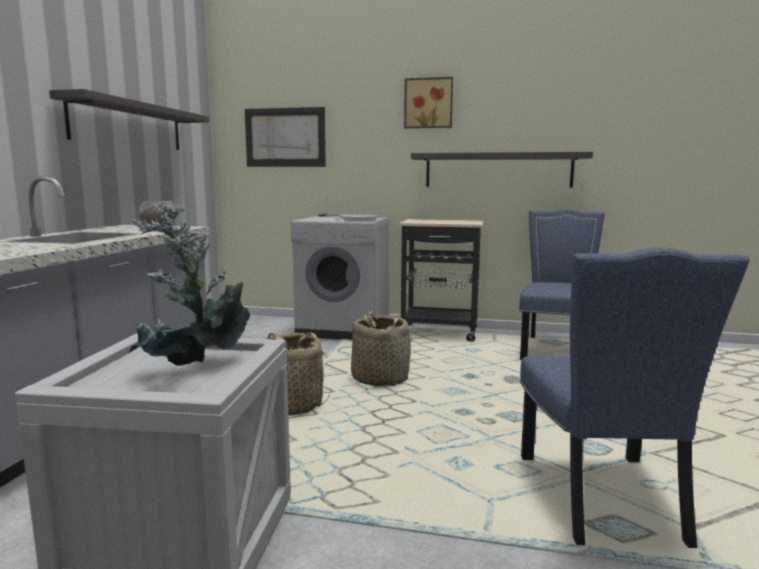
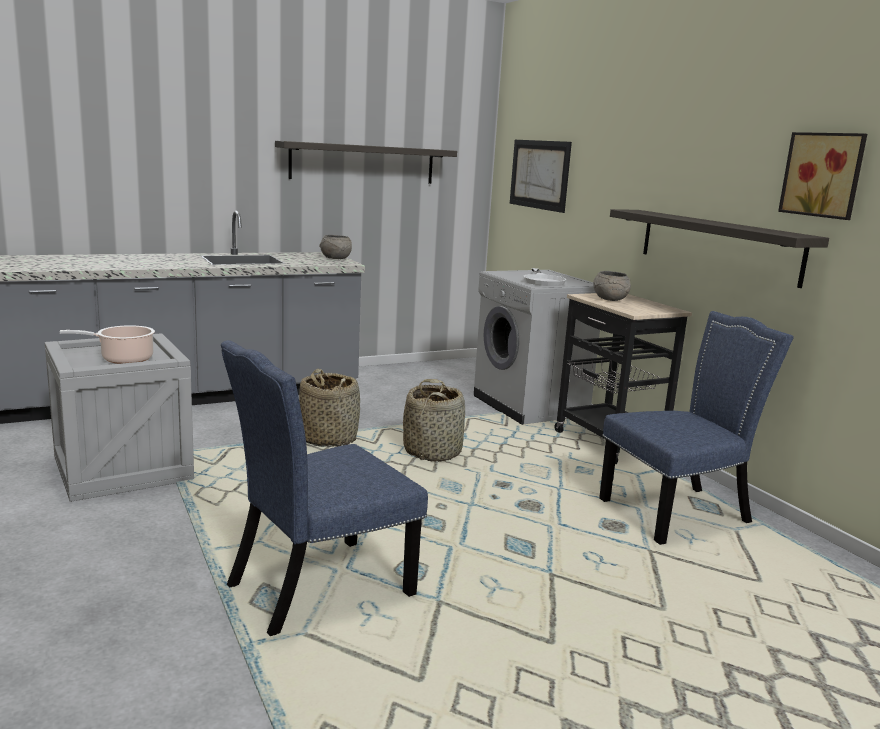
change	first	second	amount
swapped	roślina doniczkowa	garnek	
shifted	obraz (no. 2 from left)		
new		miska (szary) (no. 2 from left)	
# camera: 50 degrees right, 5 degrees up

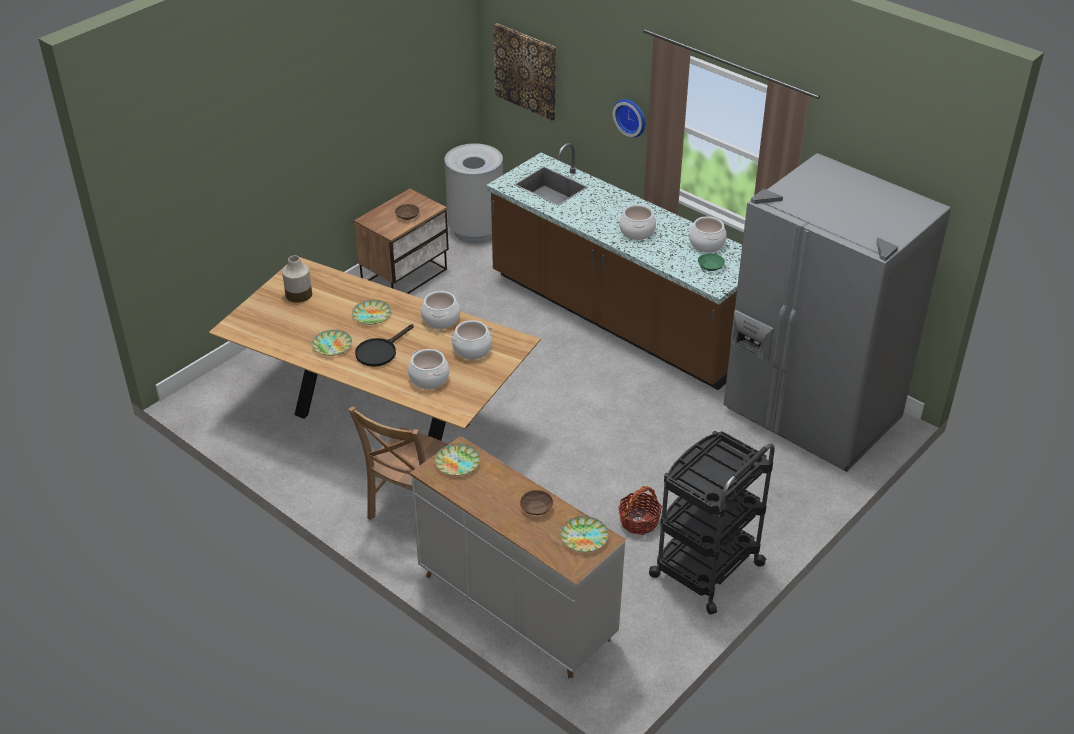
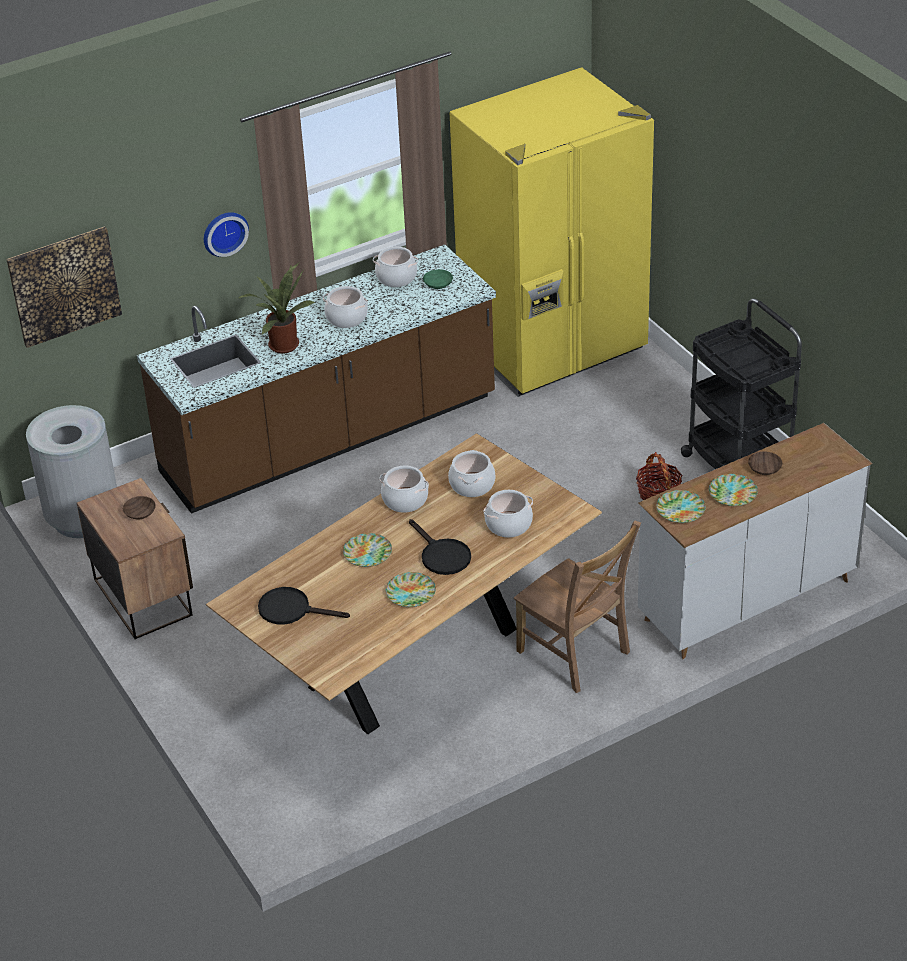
change	first	second	amount
swapped	wazon (beżowy)	patelnia (czarny) (no. 1 from left)	
shifted	talerz (no. 4 from left)		
repainted	lodówka (szary)	lodówka (żółty)	
new		roślina doniczkowa	
# camera: 70 degrees left, 0 degrees up

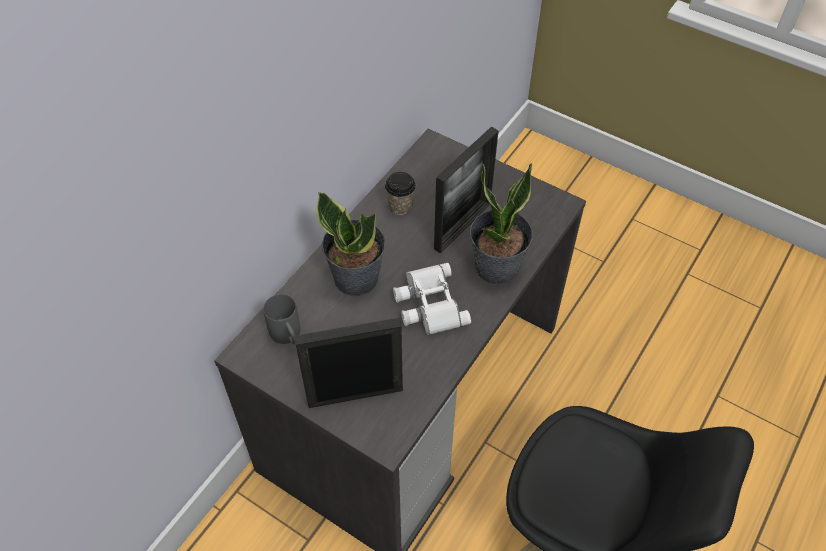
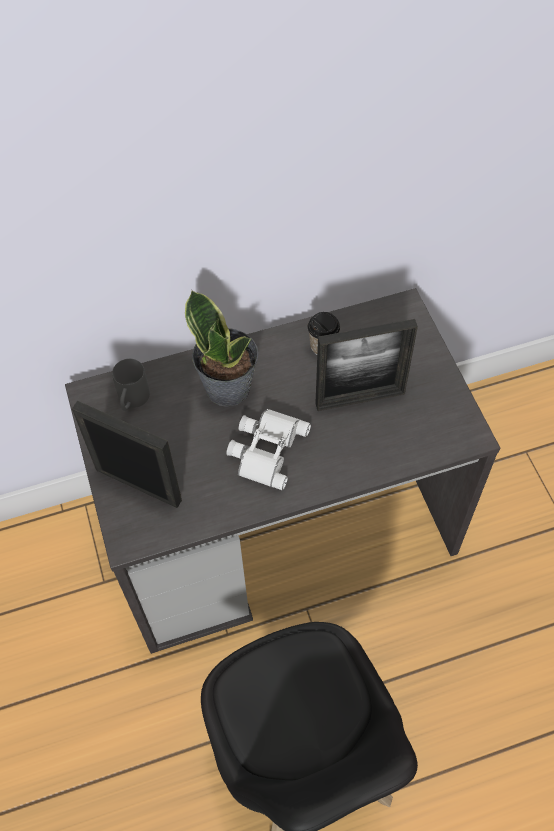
change	first	second	amount
gone	roślina doniczkowa (no. 2 from left)		
# camera: 40 degrees right, 5 degrees up

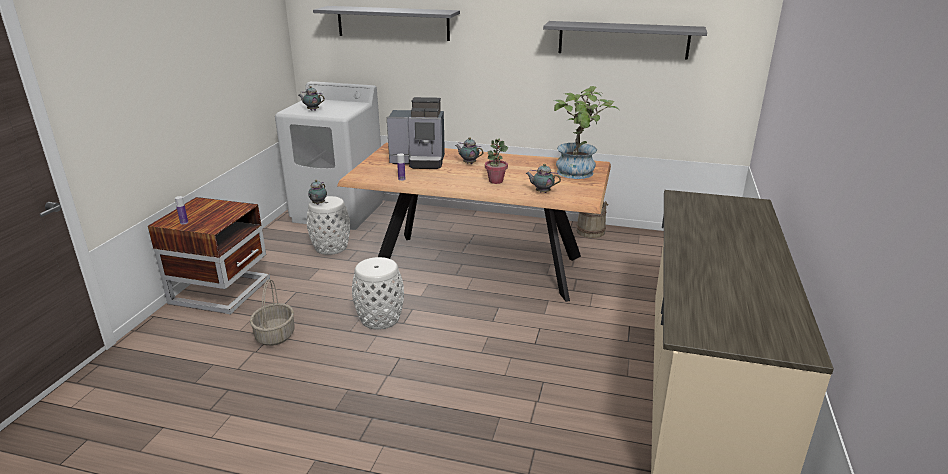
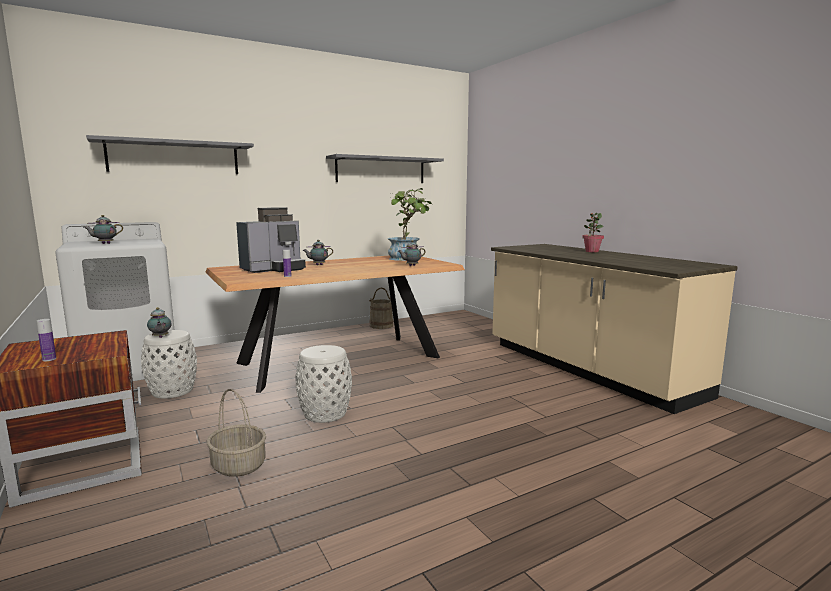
change	first	second	amount
shifted	roślina doniczkowa (no. 1 from left in the first image)	roślina doniczkowa (no. 2 from left)	
# camera: 45 degrees left, 15 degrees down

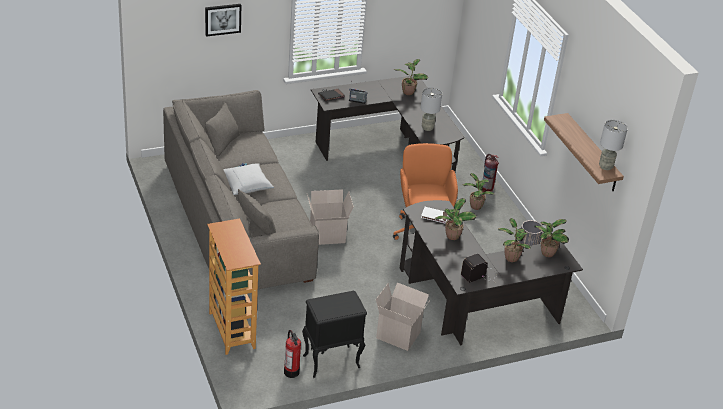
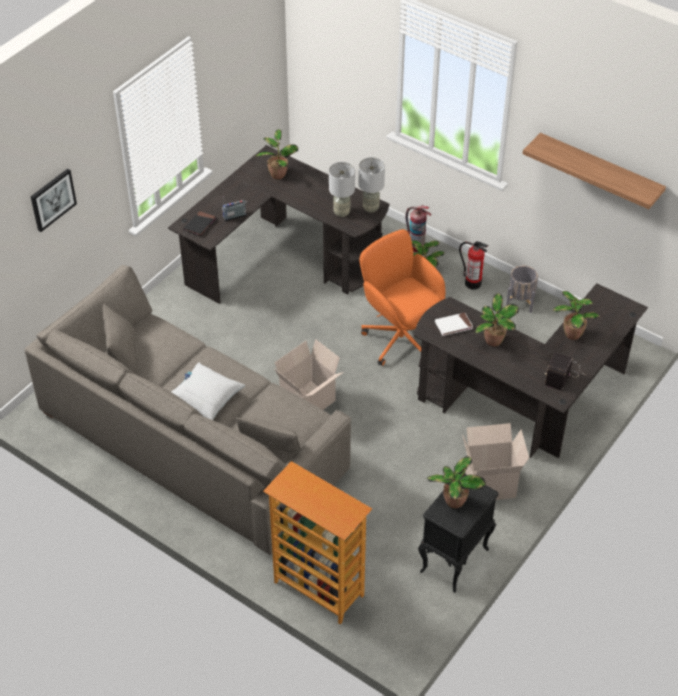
change	first	second	amount
shifted	gaśnica (no. 1 from left in the first image)	gaśnica (no. 2 from left)	
shifted	roślina doniczkowa (no. 5 from left in the first image)	roślina doniczkowa (no. 3 from left)	
shifted	lampa stołowa (szary) (no. 2 from left)		
# camera: 30 degrees left, 10 degrees up

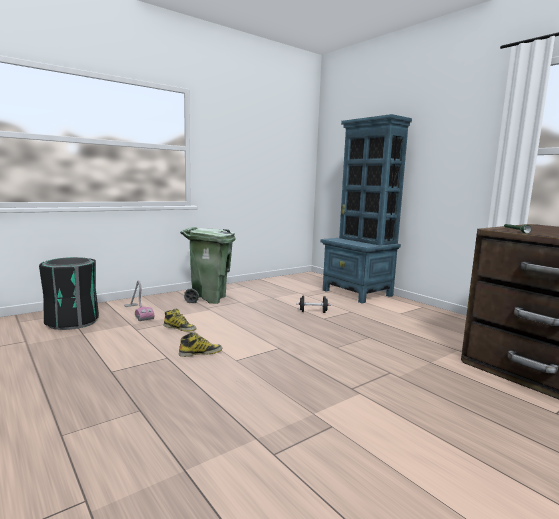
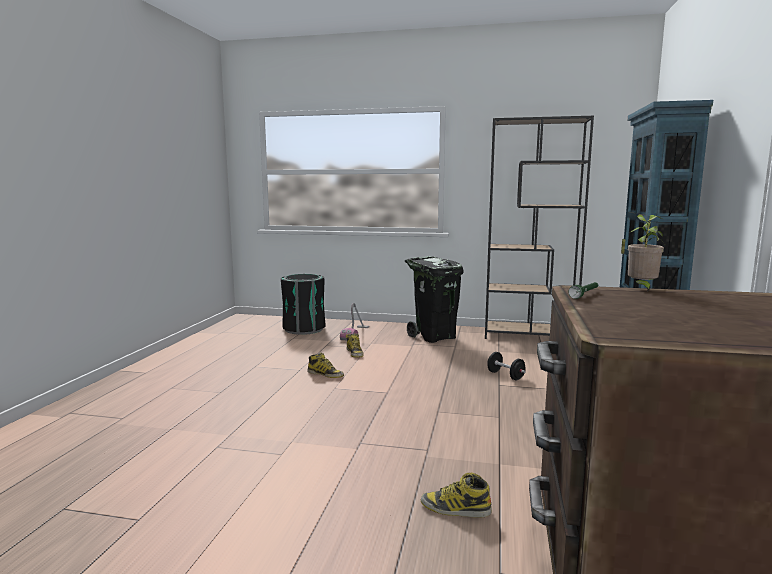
change	first	second	amount
repainted	kosz na śmieci (zielony)	kosz na śmieci (czarny) (no. 2 from left)	
new		but z cholewką (no. 3 from left)	
new		regał	
new		roślina doniczkowa	
# camera: 50 degrees right, 0 degrees up

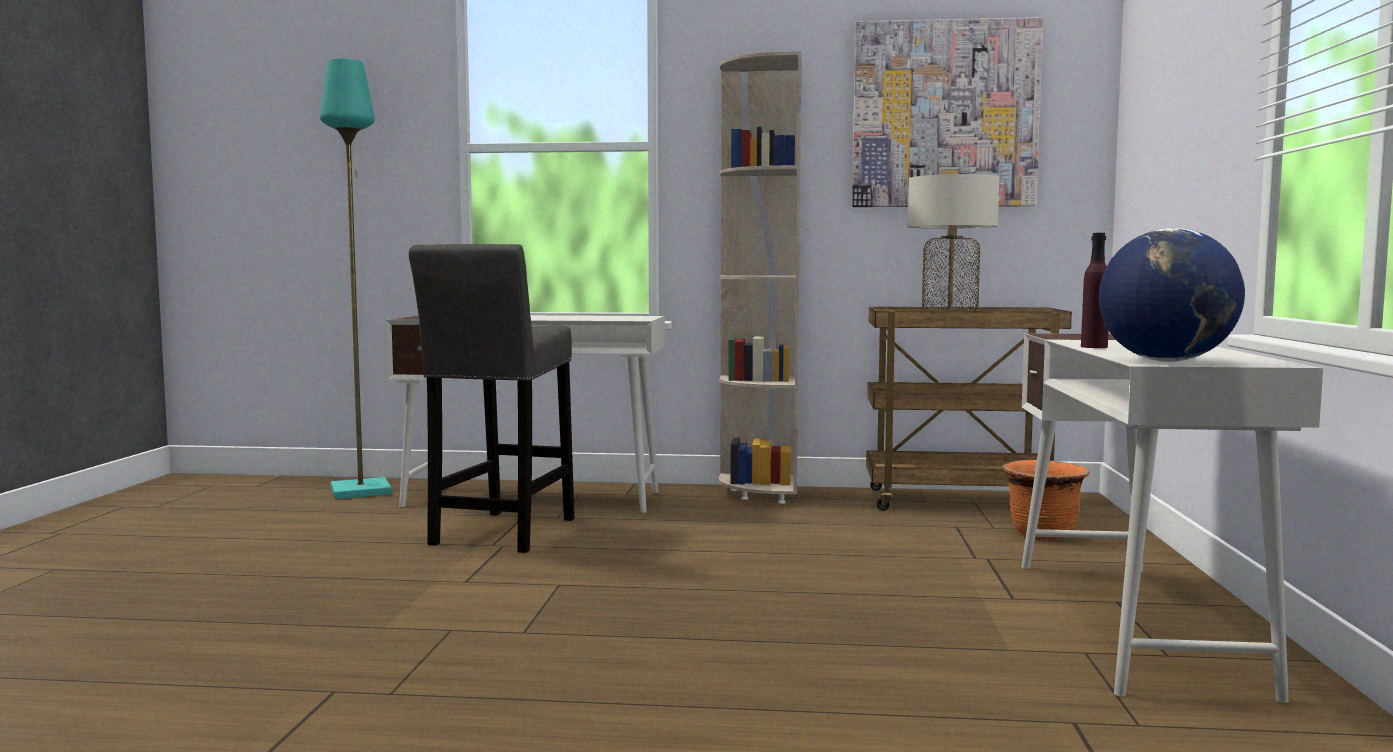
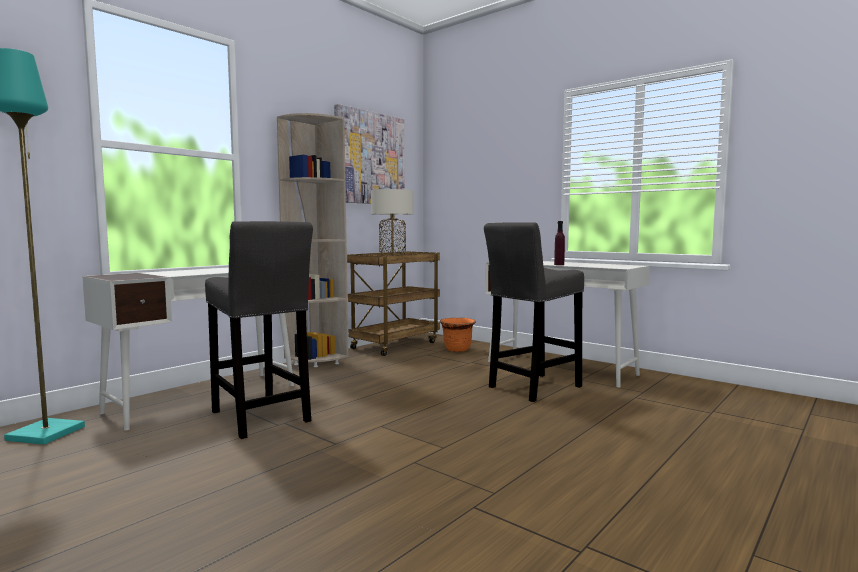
change	first	second	amount
gone	globus		
new		stołek (szary) (no. 2 from left)	
# camera: 55 degrees left, 0 degrees up

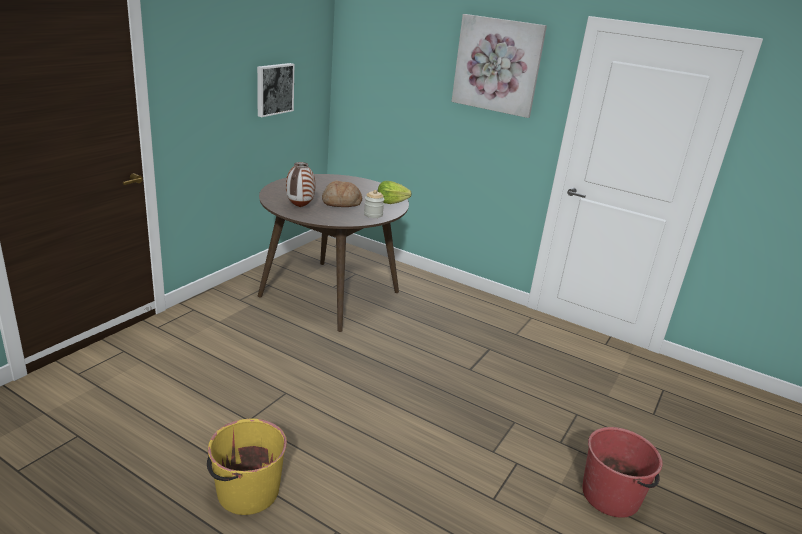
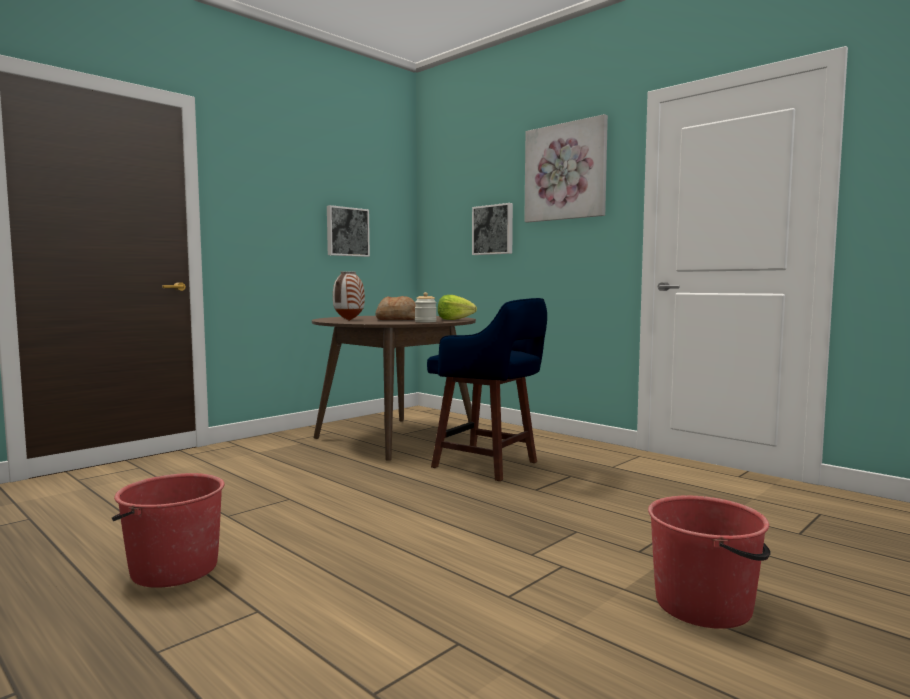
change	first	second	amount
repainted	wiadro (żółty)	wiadro (czerwony) (no. 1 from left)	
new		stołek (niebieski)	
new		obraz (no. 2 from left)	
# camera: 15 degrees right, 20 degrees down

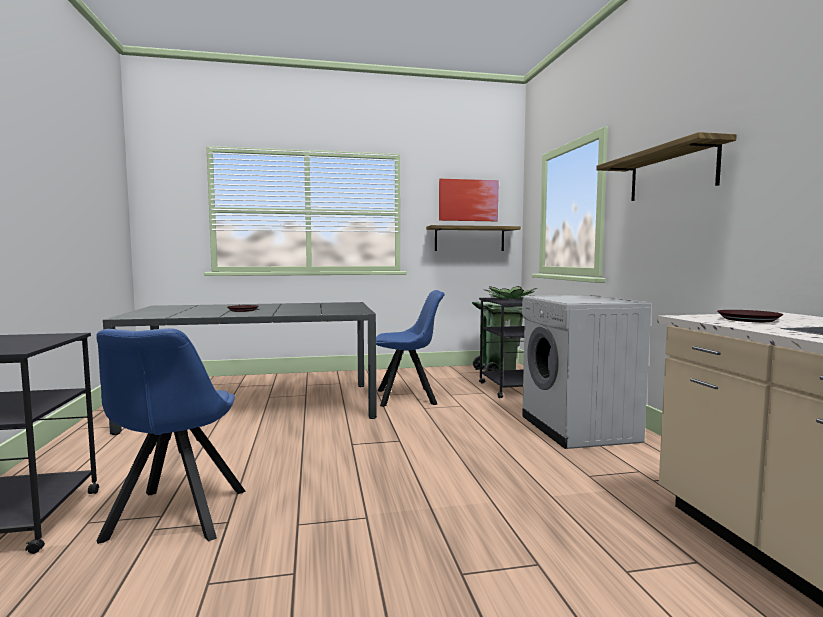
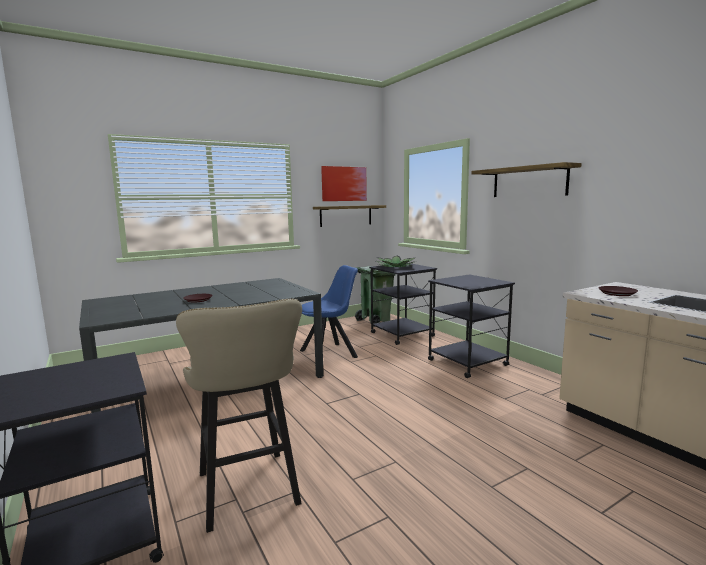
change	first	second	amount
swapped	krzesło (niebieski) (no. 1 from left)	stołek (beżowy)	
swapped	pralka (biały)	wózek (czarny) (no. 3 from left)	
# camera: 20 degrees left, 5 degrees up

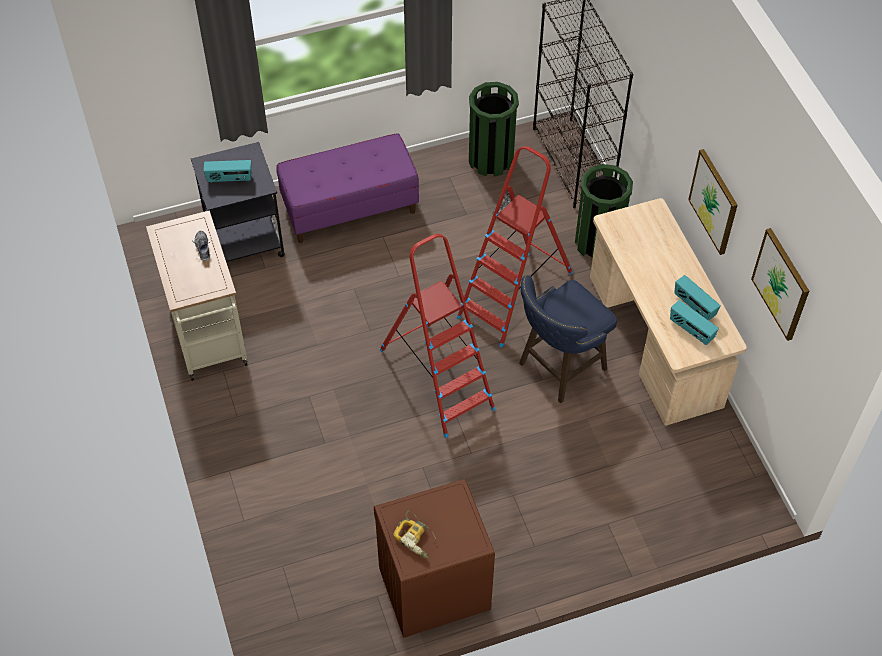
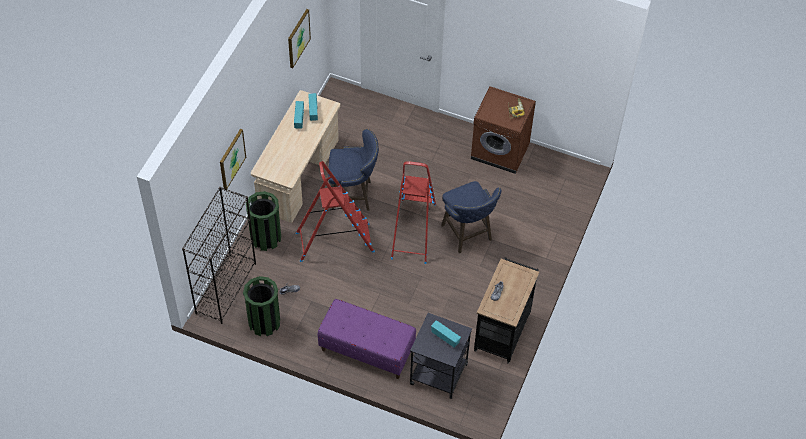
change	first	second	amount
repainted	wózek (beżowy)	wózek (czarny) (no. 2 from left)	
shifted	obraz (no. 1 from left)		
new		stołek (niebieski) (no. 2 from left)	
# camera: 140 degrees left, 0 degrees up

